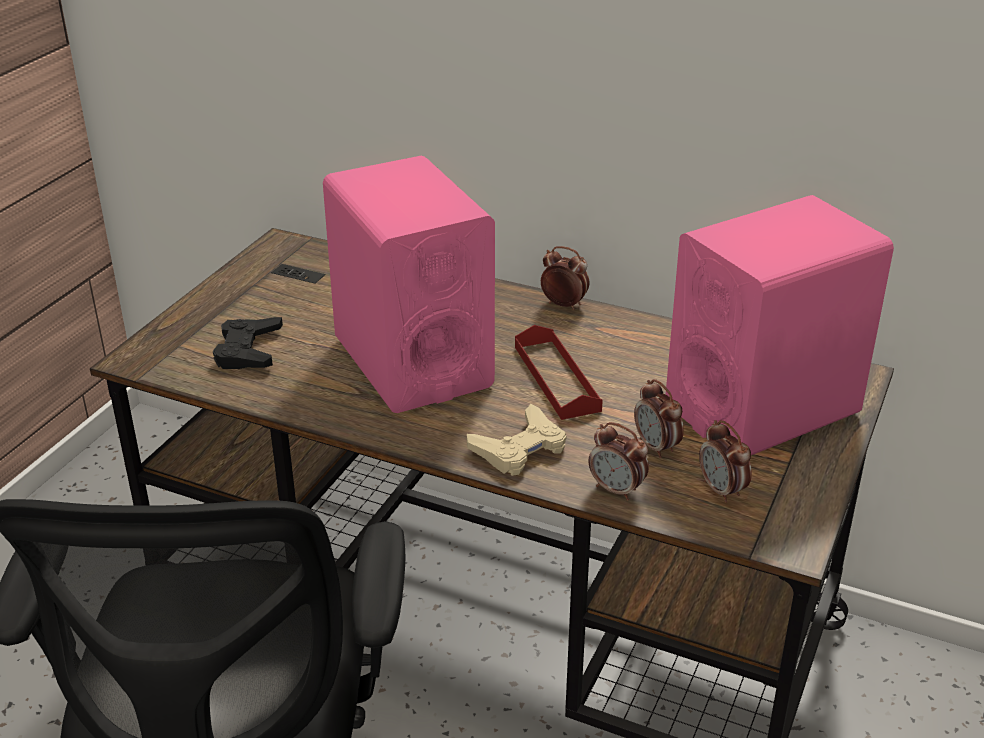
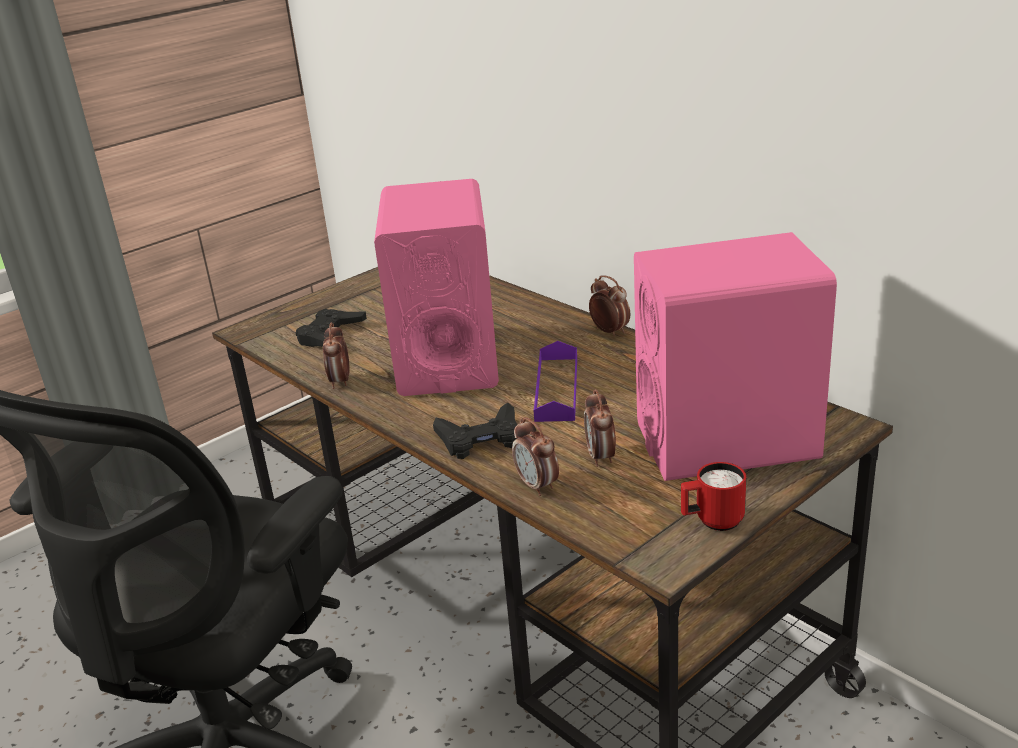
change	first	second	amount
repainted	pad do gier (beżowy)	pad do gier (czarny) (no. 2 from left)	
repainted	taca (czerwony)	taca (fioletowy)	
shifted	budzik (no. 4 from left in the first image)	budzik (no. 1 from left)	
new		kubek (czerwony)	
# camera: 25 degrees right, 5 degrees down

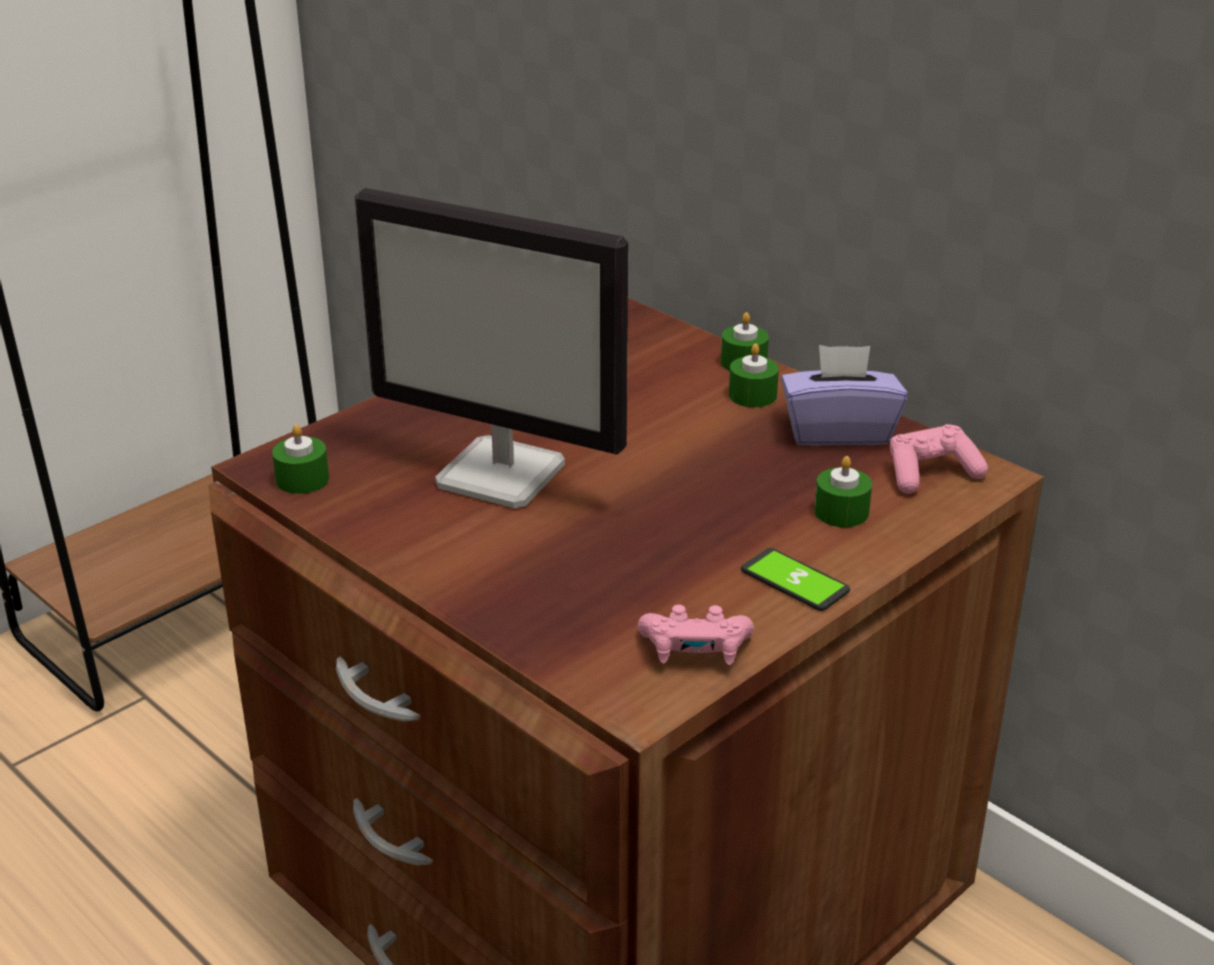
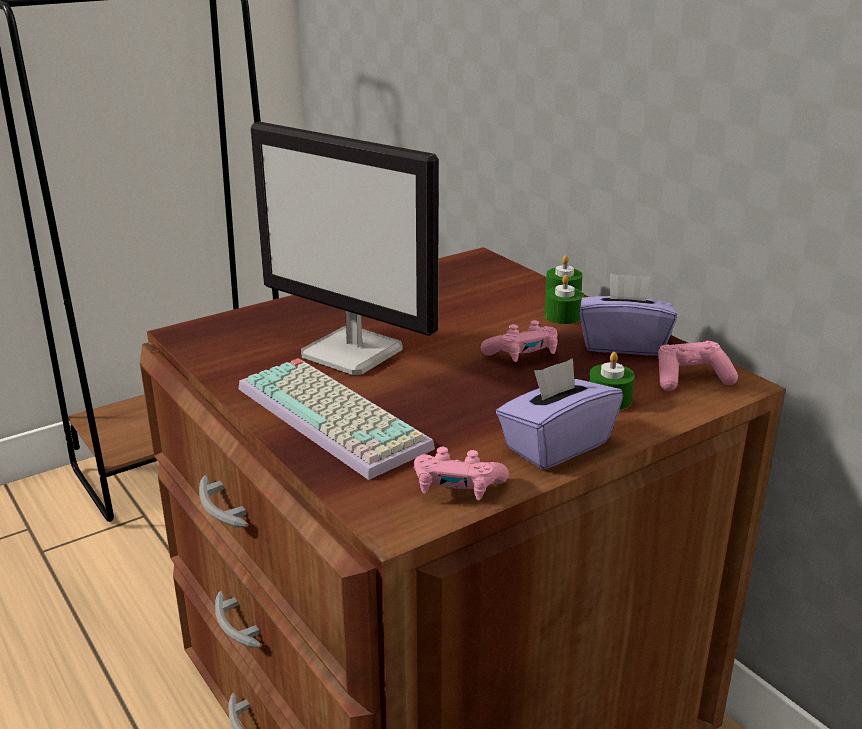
change	first	second	amount
gone	świeca (zielony) (no. 1 from left)		
swapped	telefon	pudełko chusteczek (fioletowy) (no. 1 from left)	
new		klawiatura	
new		pad do gier (różowy) (no. 2 from left)	
# camera: 10 degrees right, 5 degrees down

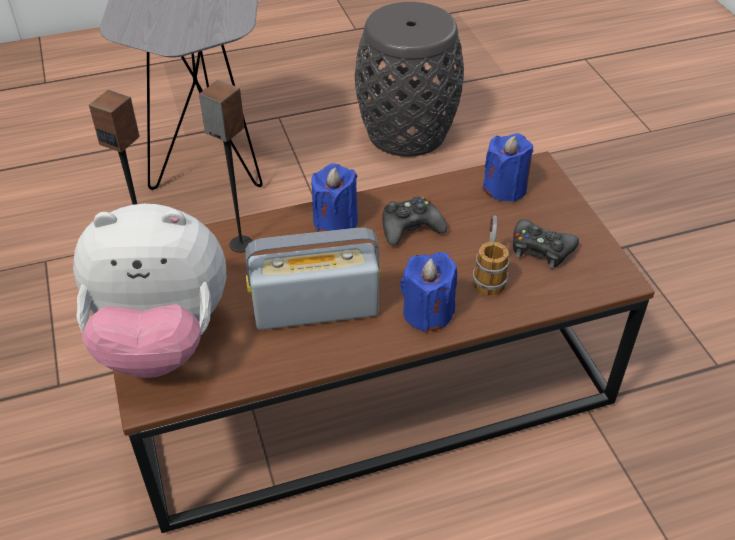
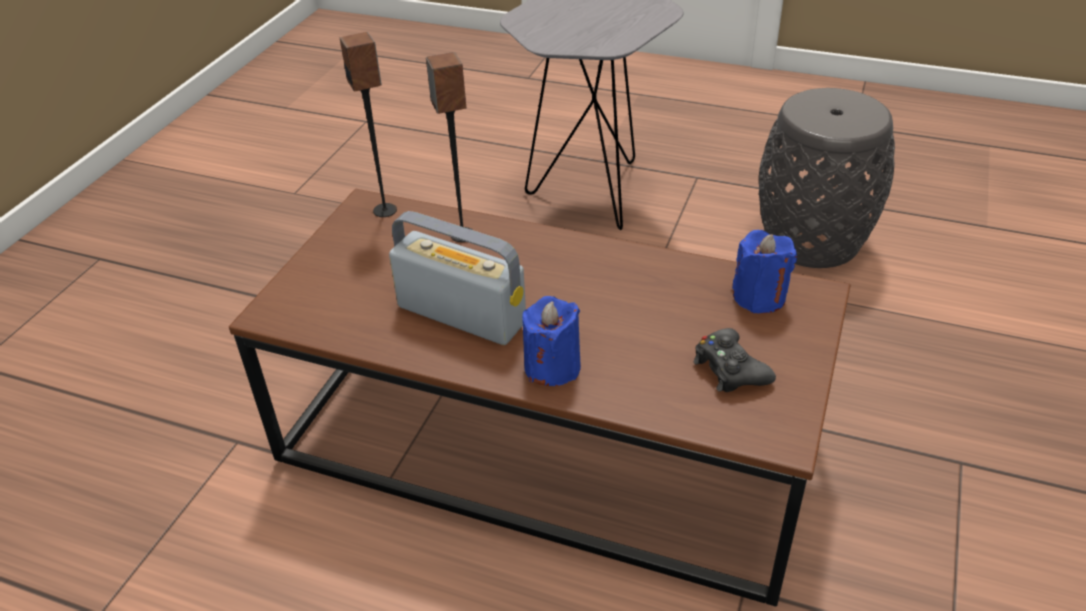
change	first	second	amount
gone	pluszak		
gone	świeca (niebieski) (no. 1 from left)		
gone	pad do gier (czarny) (no. 1 from left)		
gone	kubek		
# camera: 40 degrees right, 5 degrees down

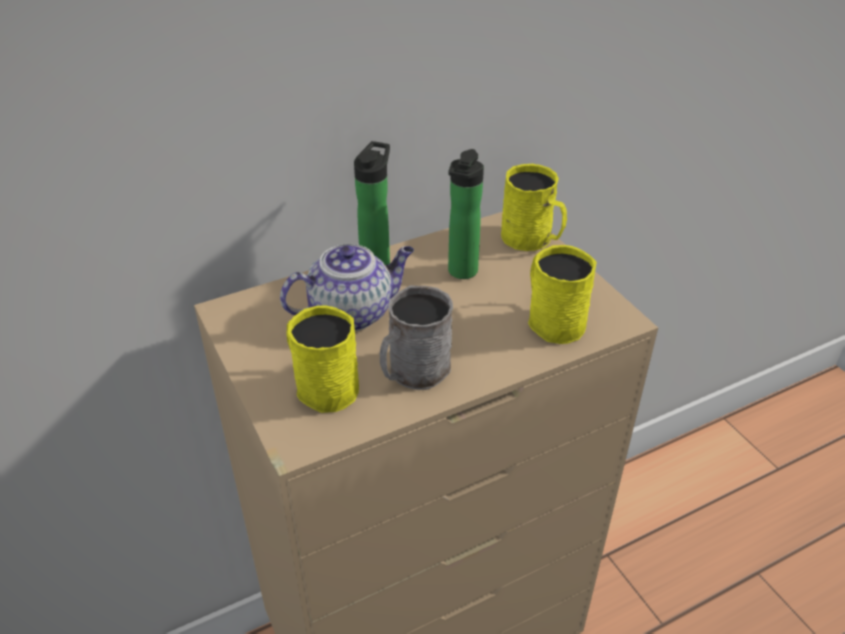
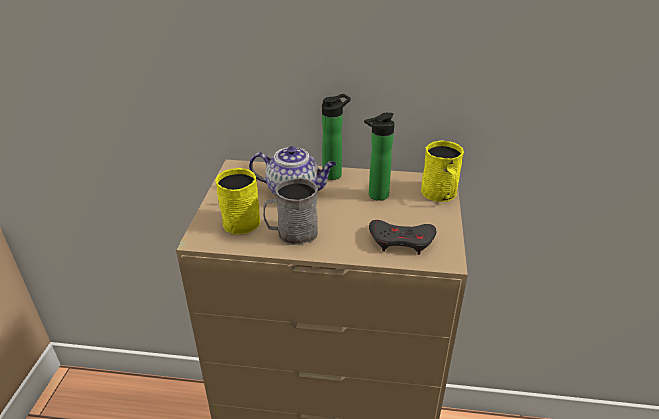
change	first	second	amount
swapped	kubek (żółty) (no. 3 from left)	pad do gier (szary)	
# camera: 35 degrees right, 5 degrees down

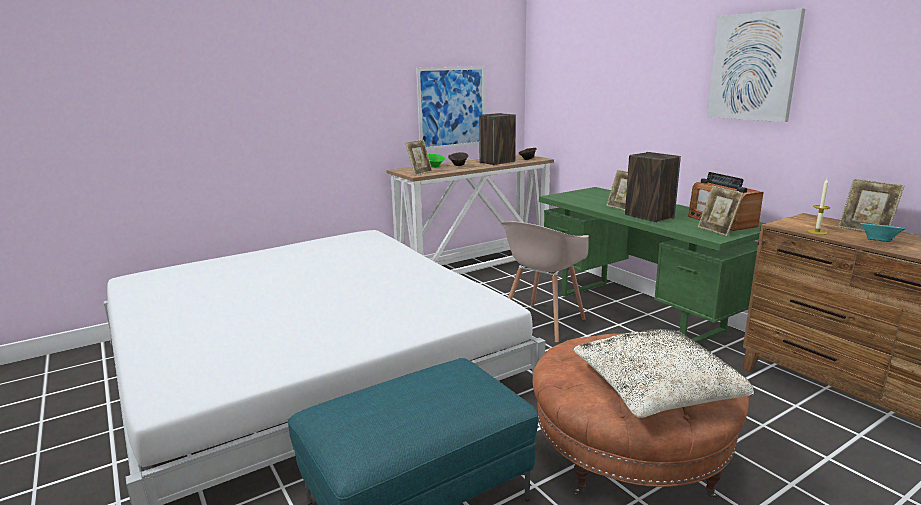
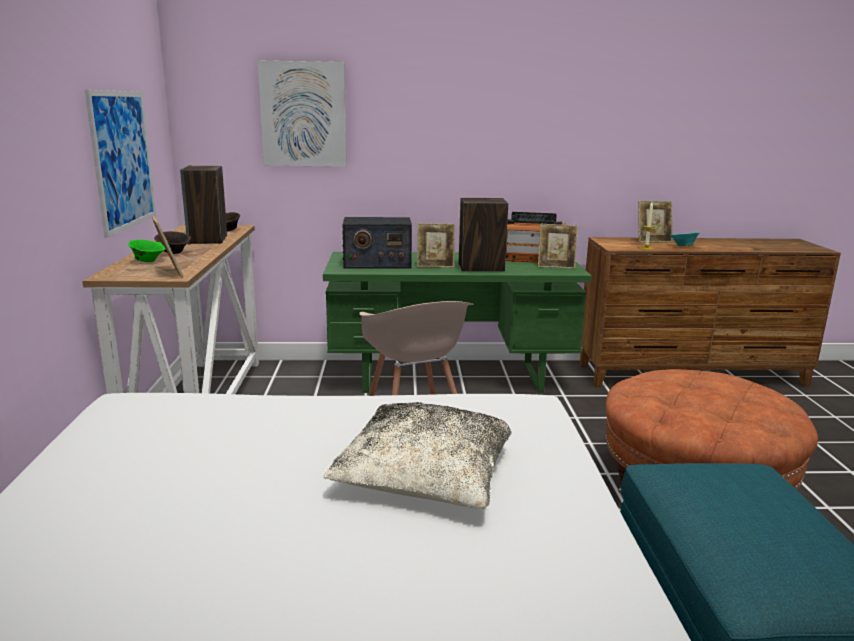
change	first	second	amount
shifted	poduszka (beżowy)		
shifted	obraz (no. 2 from left)		
new		radio (no. 1 from left)	
# camera: 60 degrees left, 0 degrees up

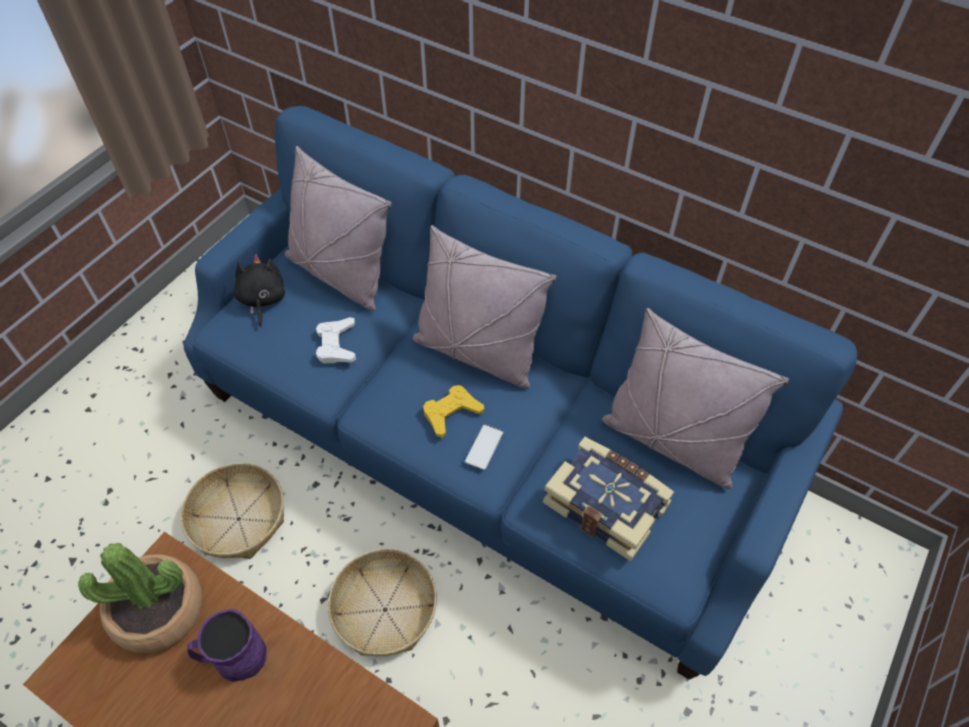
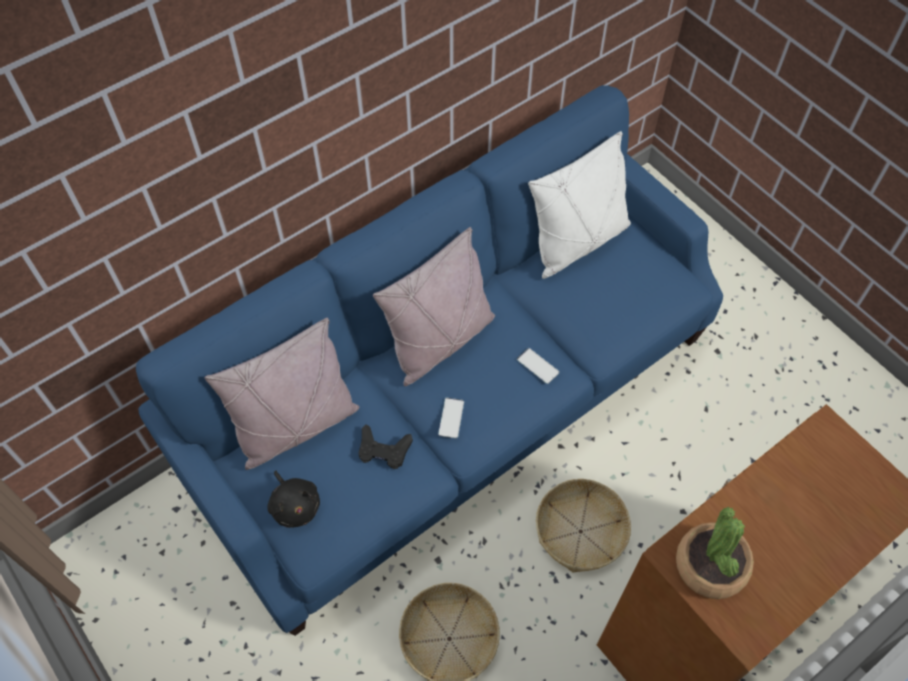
change	first	second	amount
gone	kubek (fioletowy)		
rotated	pluszak (czarny)		135 degrees counterclockwise
repainted	pad do gier (biały)	pad do gier (czarny)	
gone	pad do gier (żółty)		
gone	książka		
repainted	poduszka (fioletowy) (no. 3 from left)	poduszka (biały)	
new		telefon (no. 1 from left)	
# camera: 70 degrees left, 5 degrees up

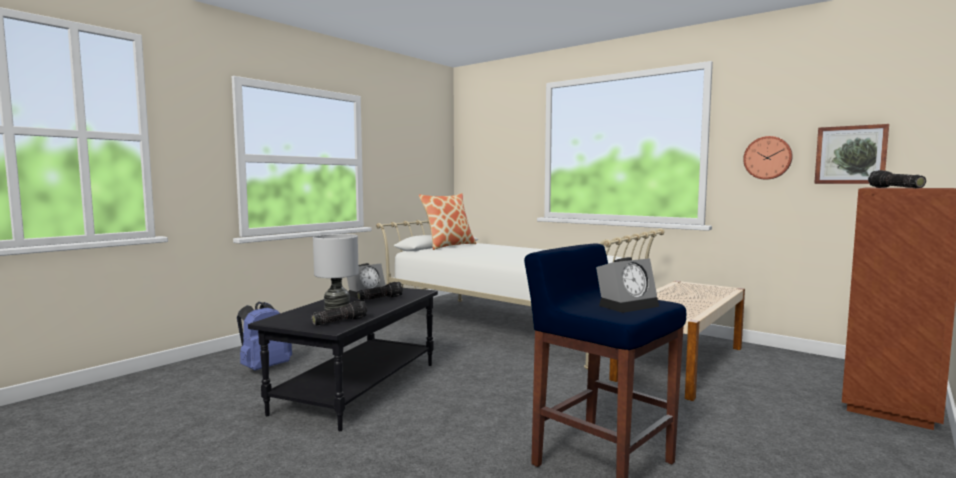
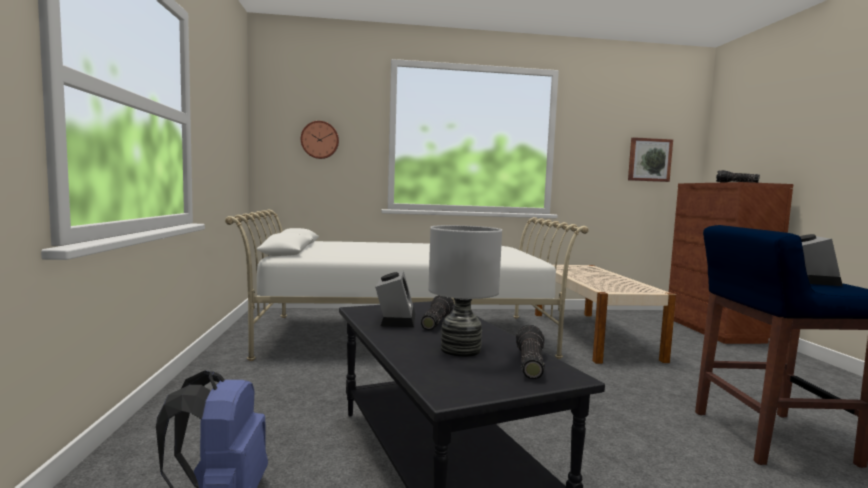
change	first	second	amount
gone	poduszka		
shifted	zegar ścienny		
# camera: 45 degrees left, 0 degrees up

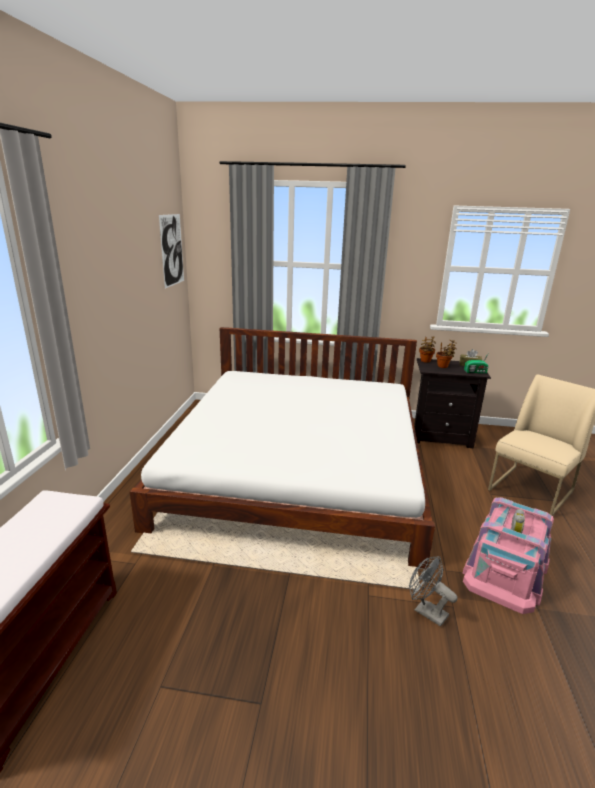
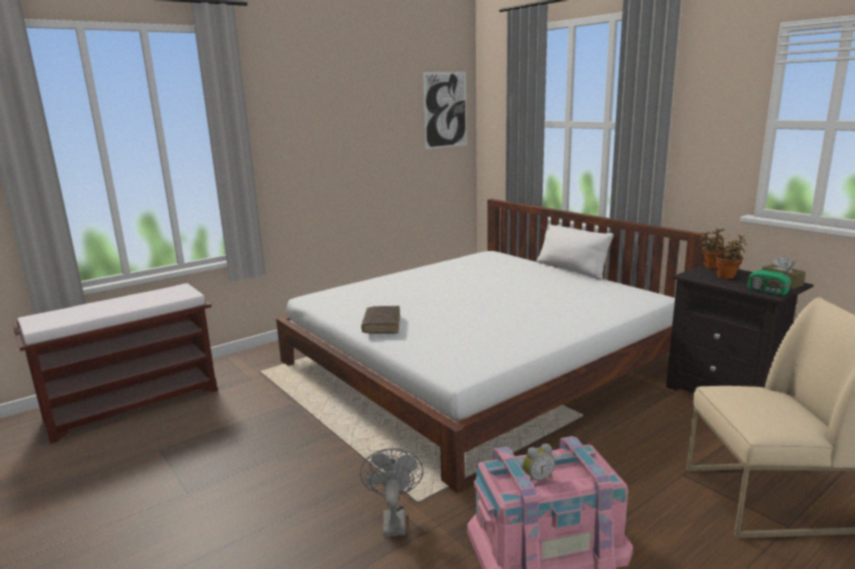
change	first	second	amount
new		książka (brązowy)	
new		poduszka (biały)	
# camera: 45 degrees right, 5 degrees down

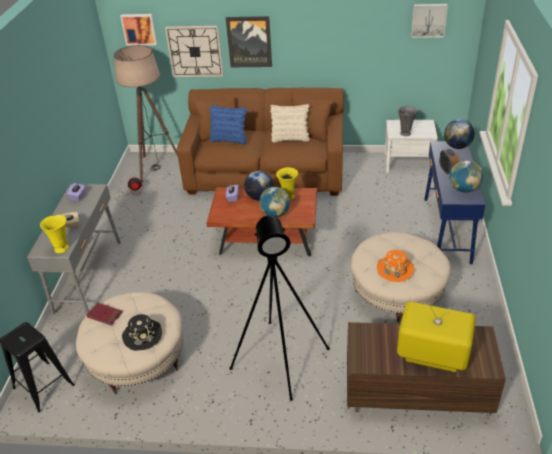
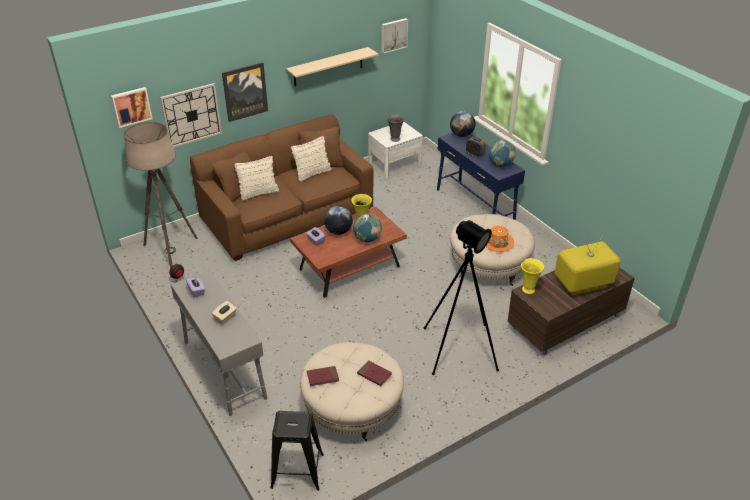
change	first	second	amount
shifted	wazon (żółty) (no. 1 from left in the first image)	wazon (żółty) (no. 2 from left)	
swapped	kapelusz (czarny)	książka (czerwony) (no. 2 from left)	
repainted	poduszka (niebieski)	poduszka (beżowy) (no. 1 from left)	
new		półka (beżowy)	
# camera: 40 degrees left, 0 degrees up

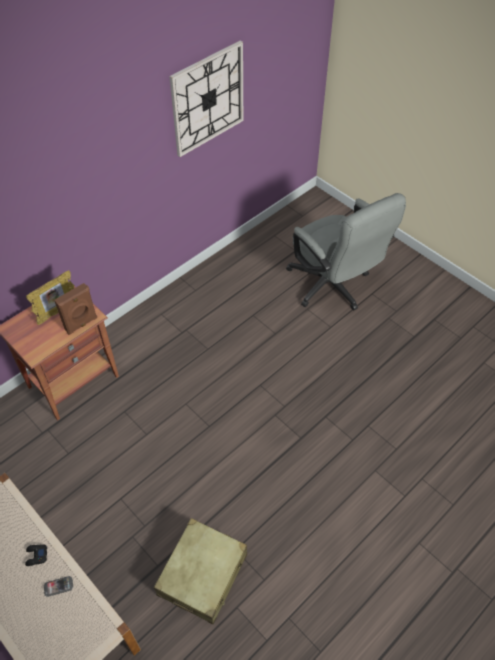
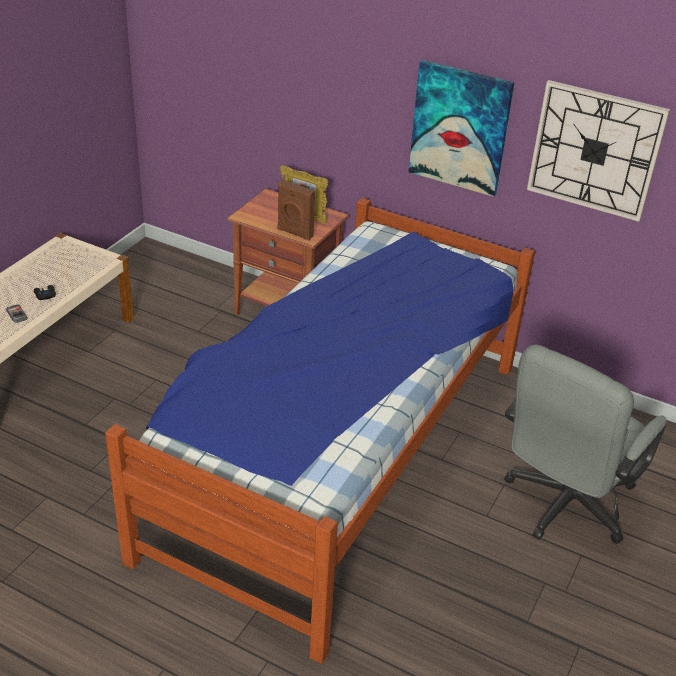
change	first	second	amount
gone	walizka (beżowy)		
new		łóżko	
new		obraz	
# camera: 70 degrees right, 15 degrees down

